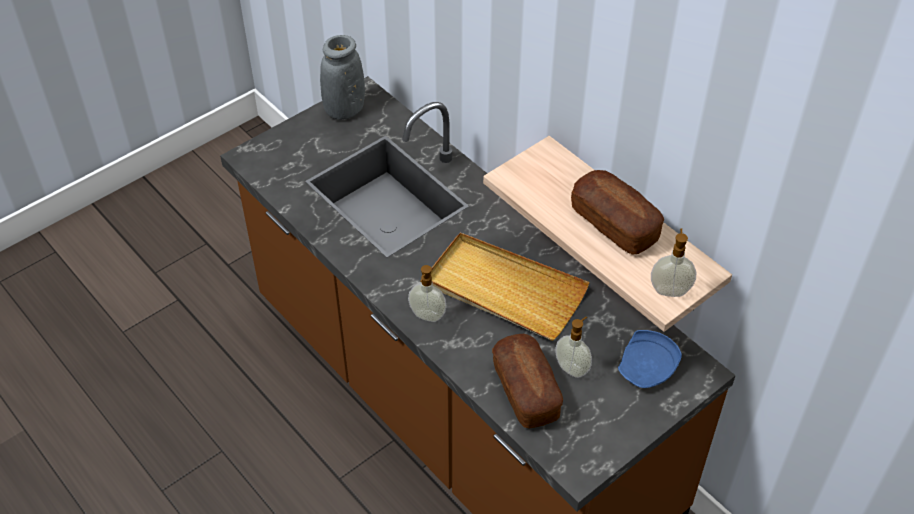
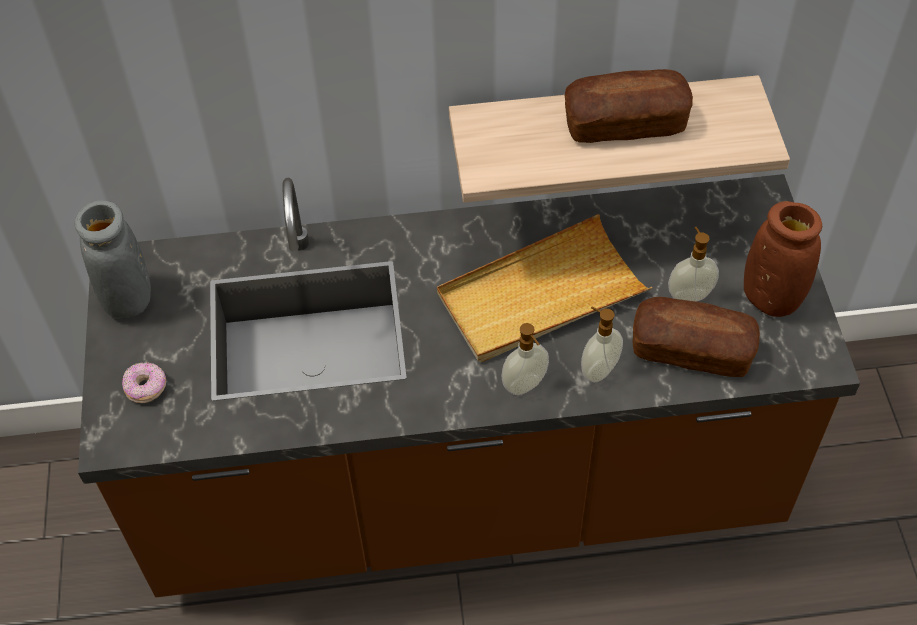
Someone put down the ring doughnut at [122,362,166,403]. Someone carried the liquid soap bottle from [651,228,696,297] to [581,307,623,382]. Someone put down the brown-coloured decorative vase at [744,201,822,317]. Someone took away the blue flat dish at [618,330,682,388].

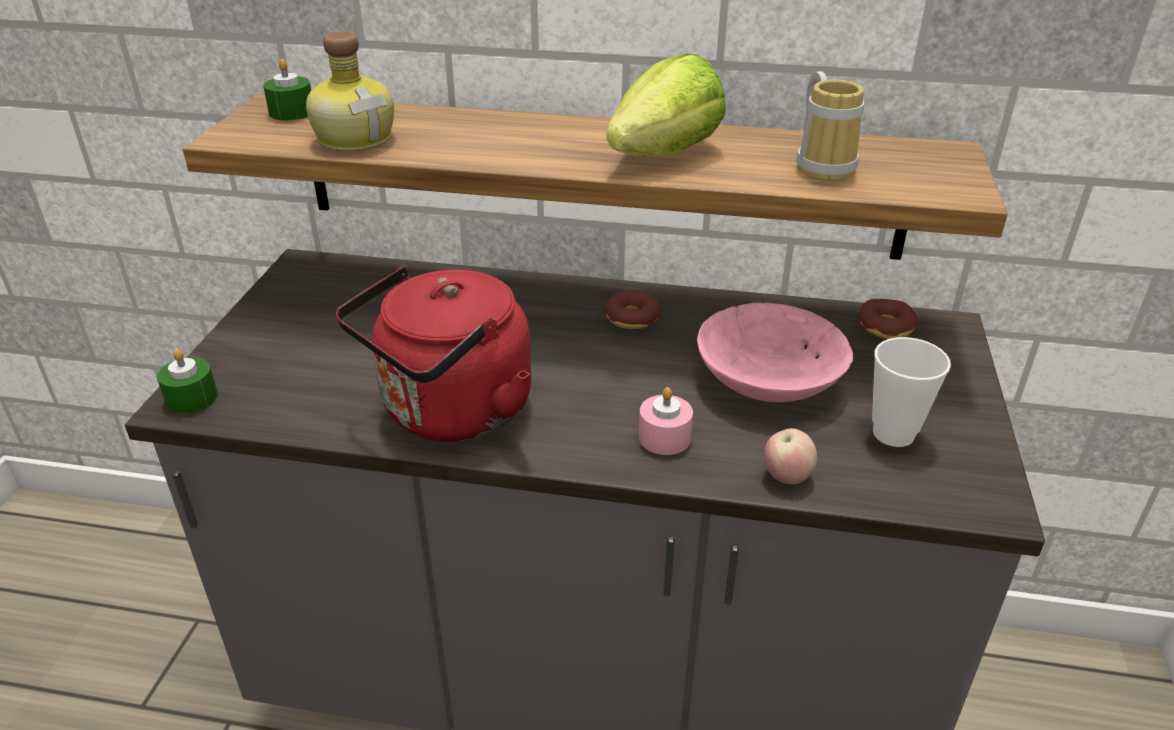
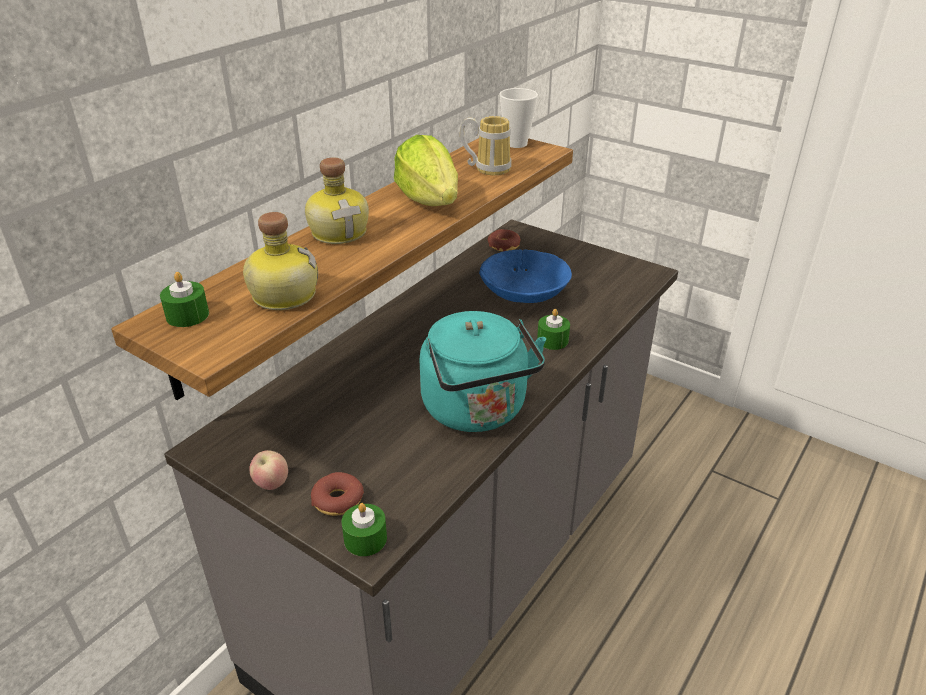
Someone carried the whole apple from [764,428,817,484] to [249,450,288,490]. Someone put down the beverage bottle at [305,157,369,244]. Someone carried the ring doughnut from [605,290,661,330] to [311,472,364,516]. Someone repainted the reddish tea kettle at [336,266,531,442], which became the turquoise-coloured tea kettle at [420,311,546,432]. Someone repainted the pink deep dish at [697,303,853,402], which became the blue deep dish at [479,249,572,303]. Someone carried the small cup from [872,337,951,447] to [499,88,538,148]. Someone repainted the pink wax candle at [639,387,693,455], which became the greenish wax candle at [537,309,570,350].

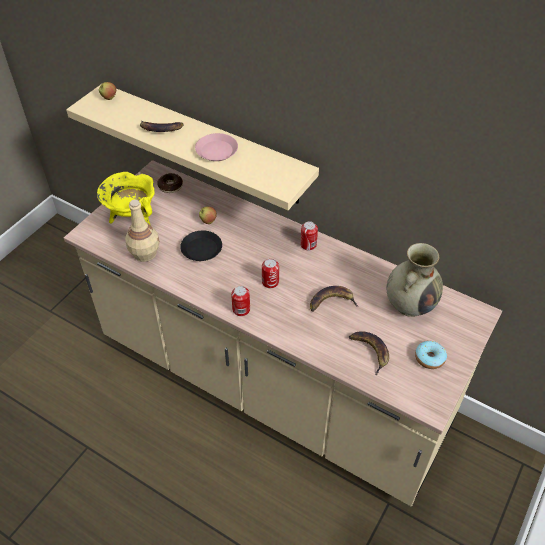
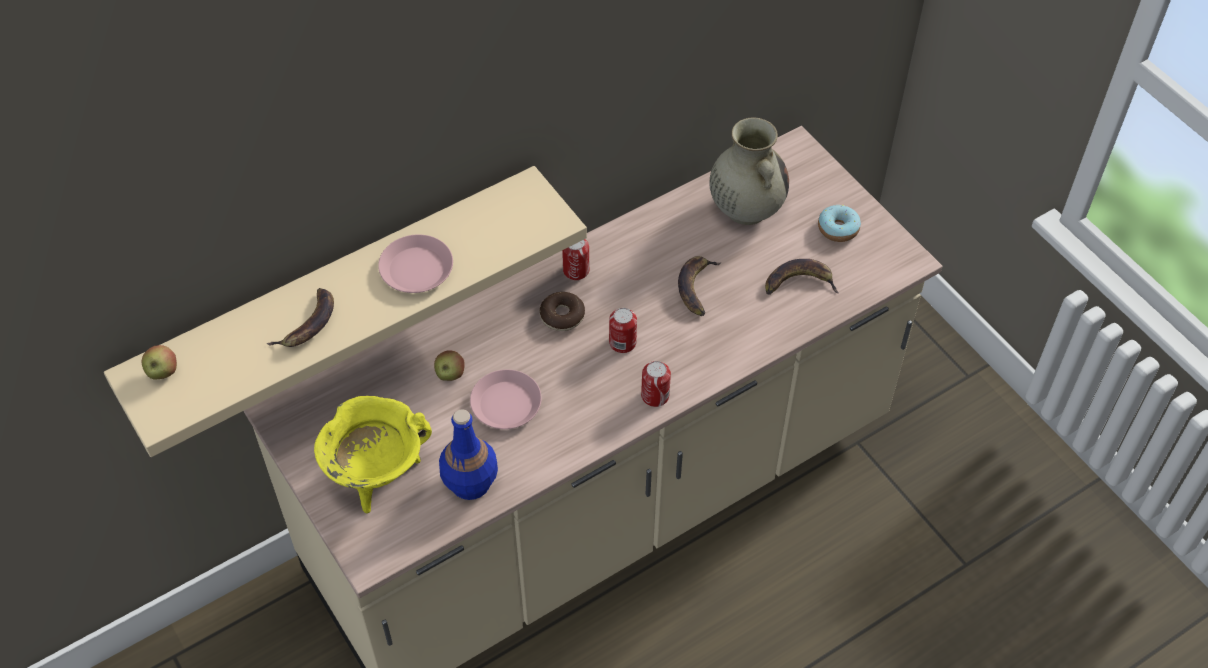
Someone repainted the beige-coloured beverage bottle at [125,199,160,262], which became the blue beverage bottle at [439,410,498,500]. Someone repainted the black-coloured flat dish at [180,231,222,261], which became the pink flat dish at [470,369,542,429]. Someone carried the ring doughnut from [157,173,183,193] to [540,292,585,331].

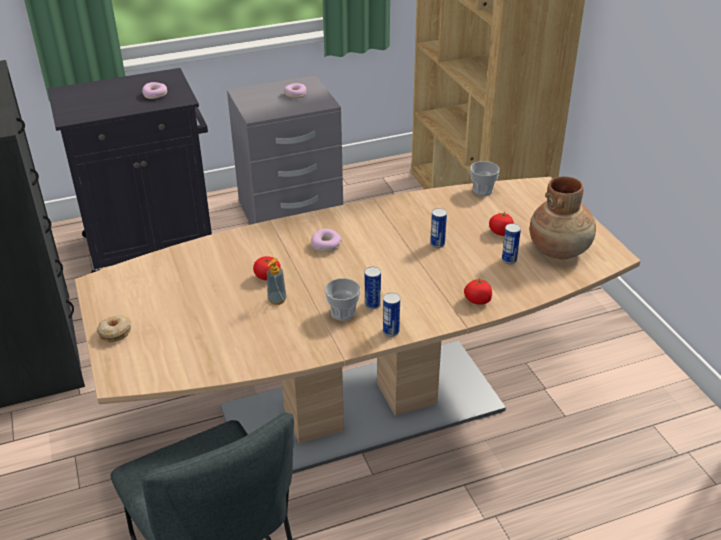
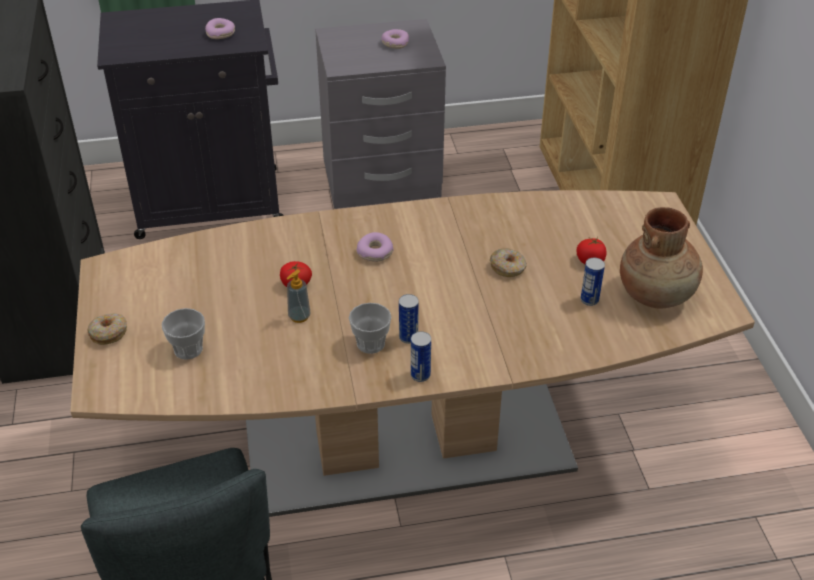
Someone carried the small cup from [470,161,500,196] to [162,308,205,360]. Someone swapped the metal can at [430,208,447,248] for the ring doughnut at [490,248,527,277]. Someone took away the tomato at [464,278,492,305].

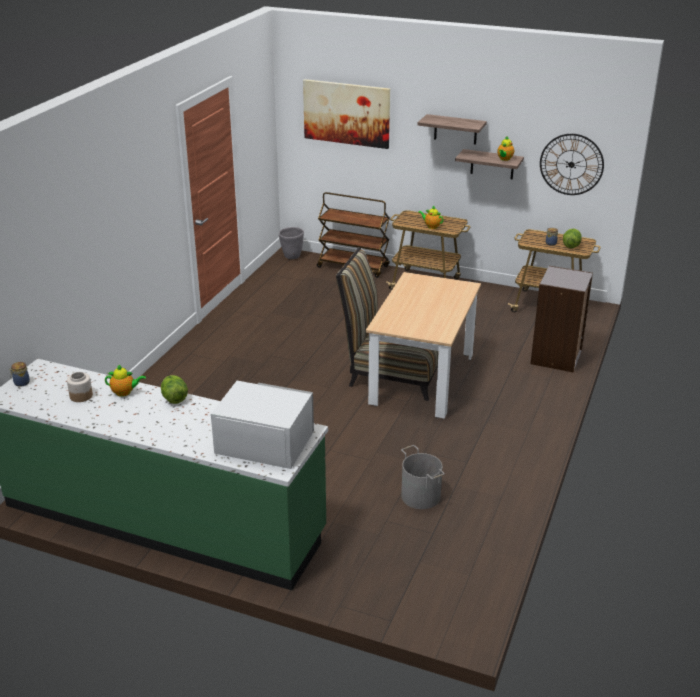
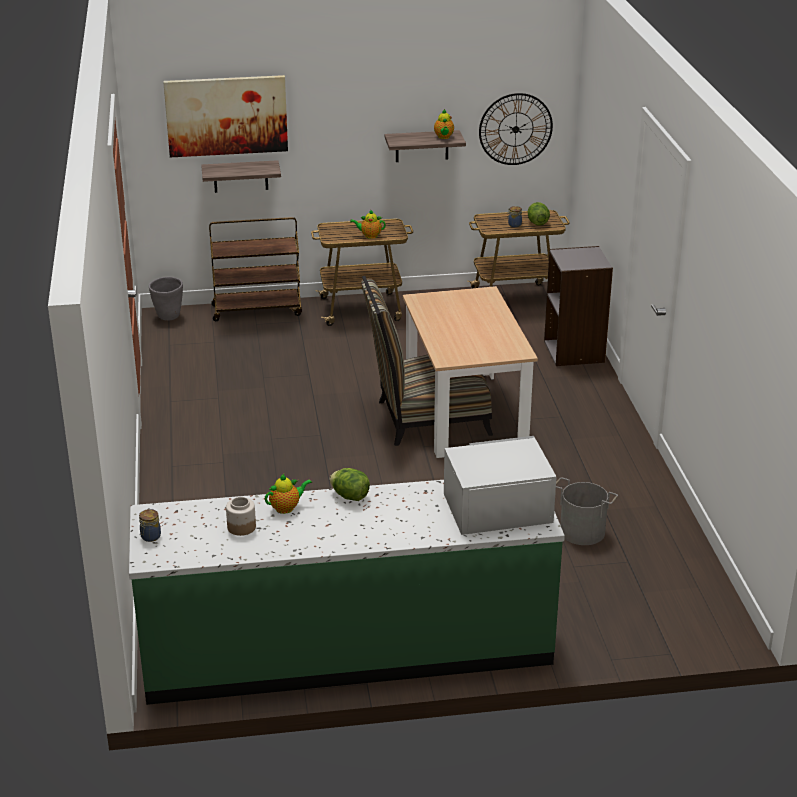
Someone carried the wall shelf from [418,114,487,145] to [201,160,281,193].

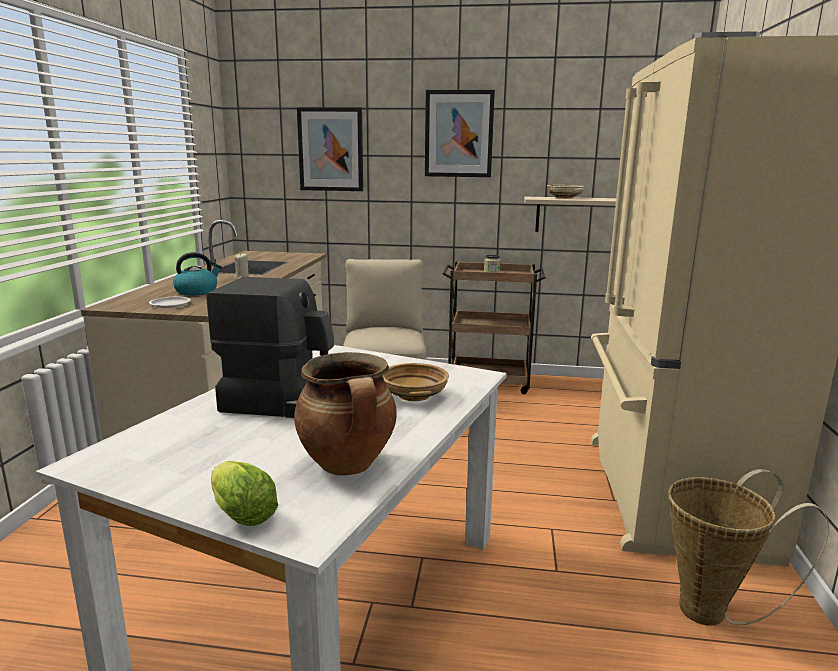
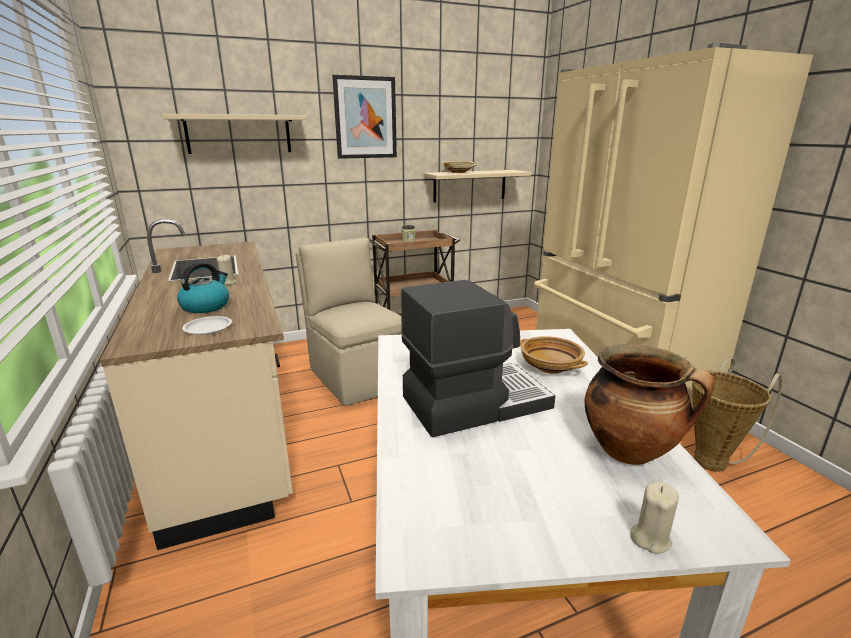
Someone swapped the wall picture at [297,107,363,191] for the beige-coloured wall shelf at [162,114,307,154]. Someone swapped the lettuce head at [211,461,278,526] for the beige-coloured wax candle at [630,481,679,554].

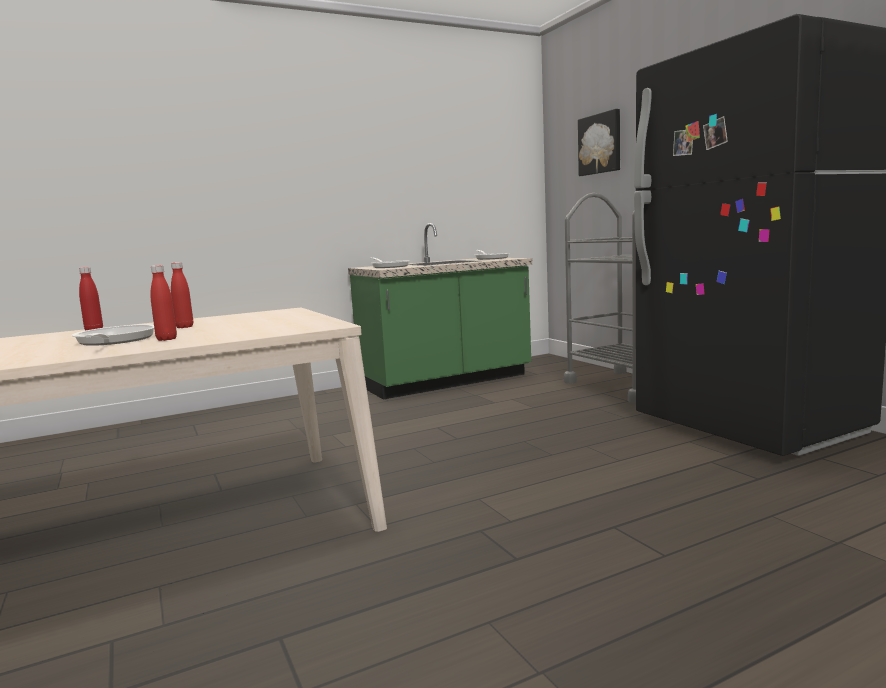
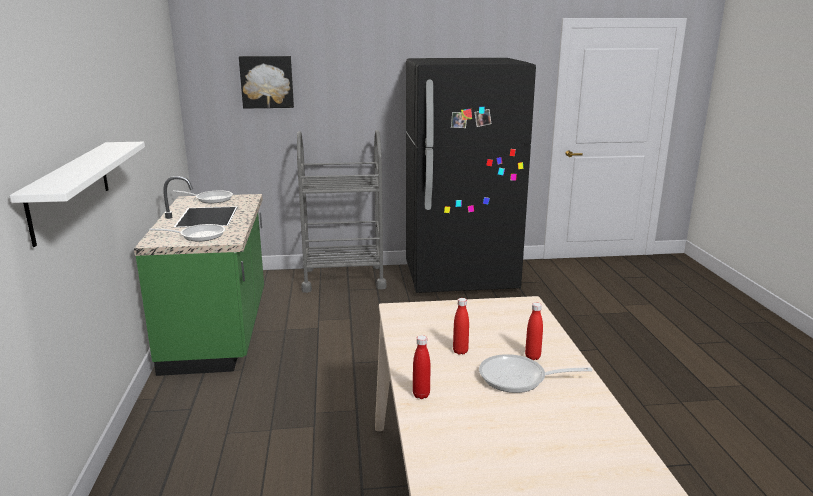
Someone put up the whitish wall shelf at [10,142,145,247].

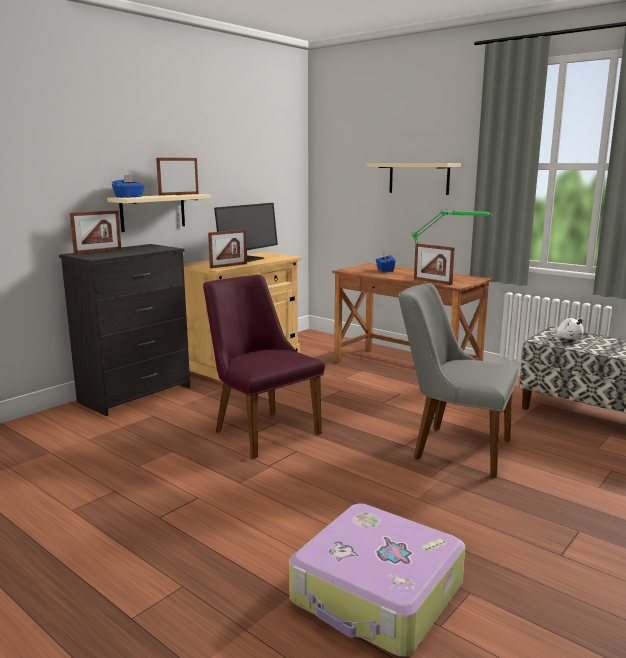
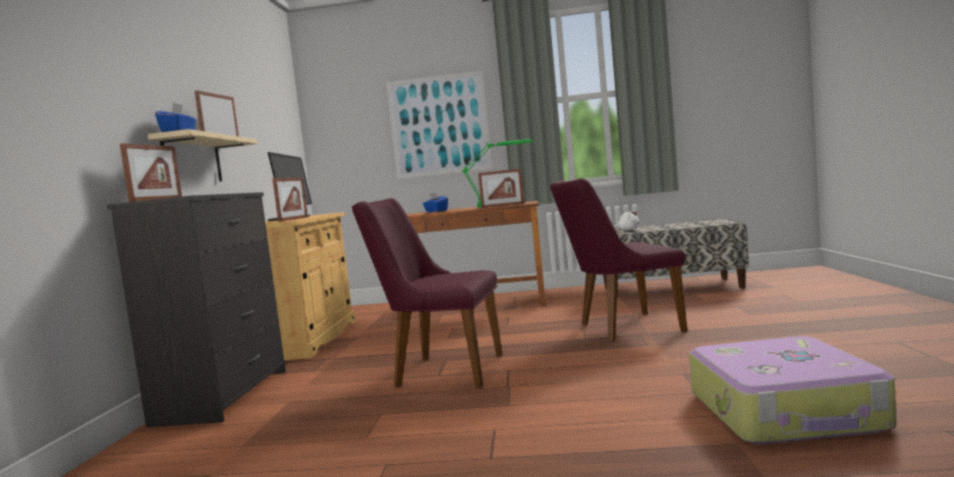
Someone swapped the beige-coloured wall shelf at [367,163,461,195] for the wall picture at [386,71,492,179]. Someone repainted the gray upright chair at [398,283,519,478], which became the purple-coloured upright chair at [550,178,687,341].

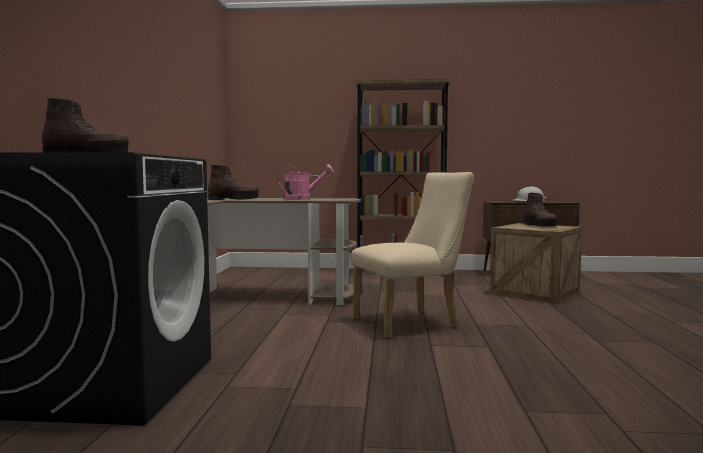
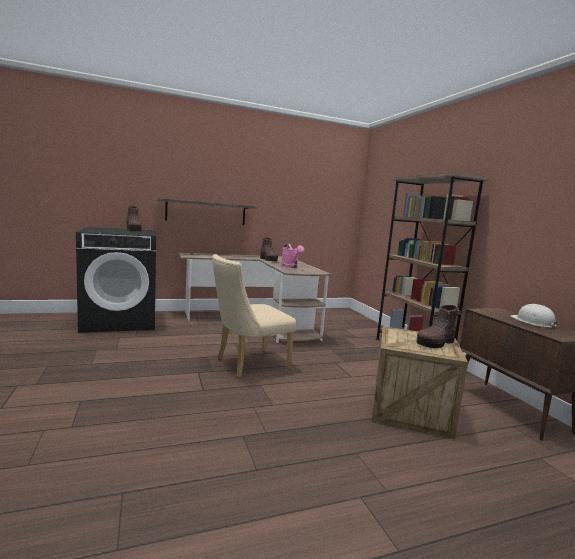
Someone put up the wall shelf at [157,198,257,225]. Someone rotated the beige-coloured upright chair at [351,172,474,339] by 105 degrees clockwise.

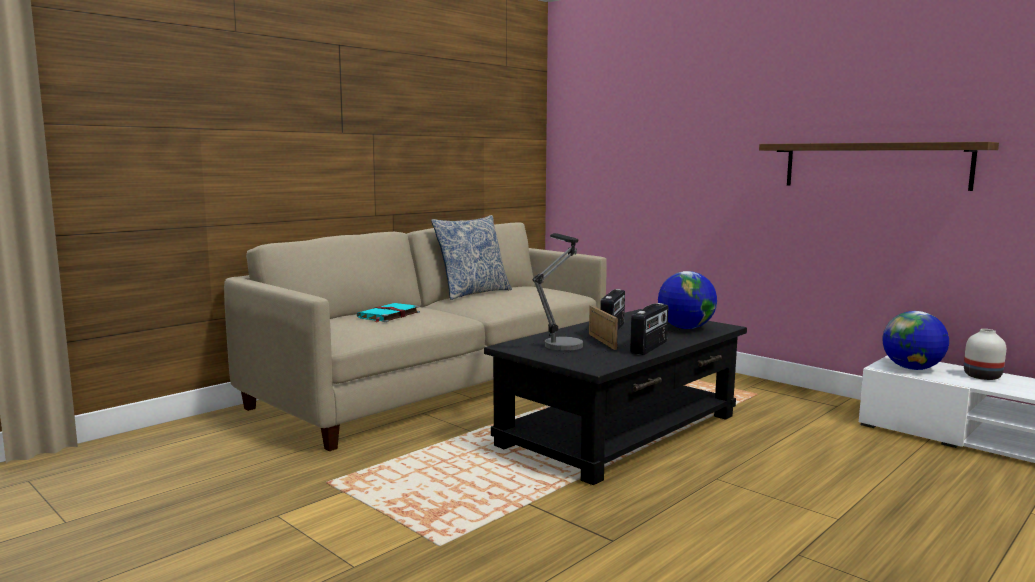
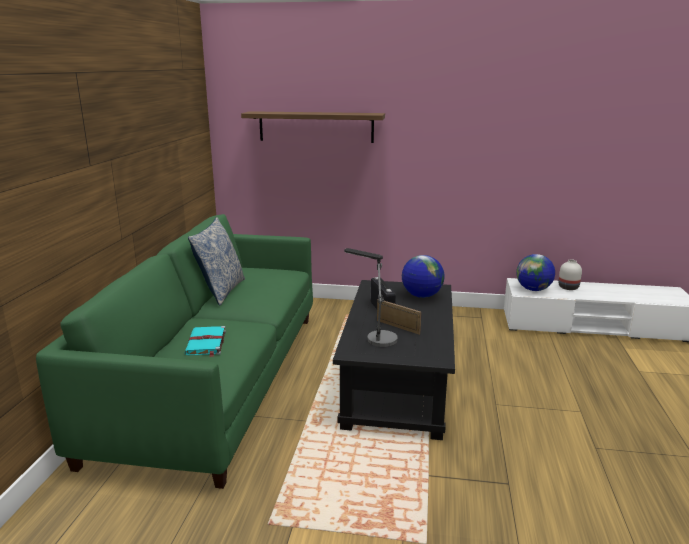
Someone repainted the beige-coloured settee at [224,222,607,451], which became the greenish settee at [36,214,313,489]. Someone carried the wall shelf from [759,142,999,191] to [241,111,385,143]. Someone took away the radio receiver at [630,303,668,355].

